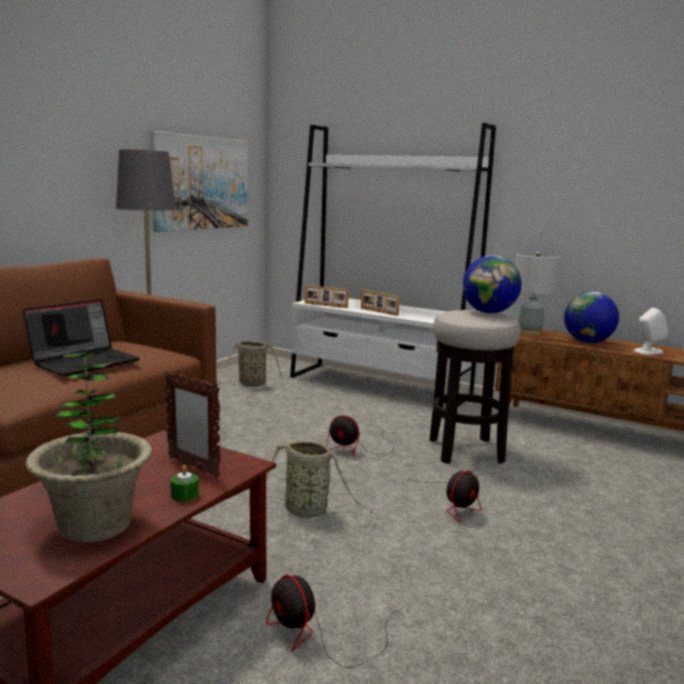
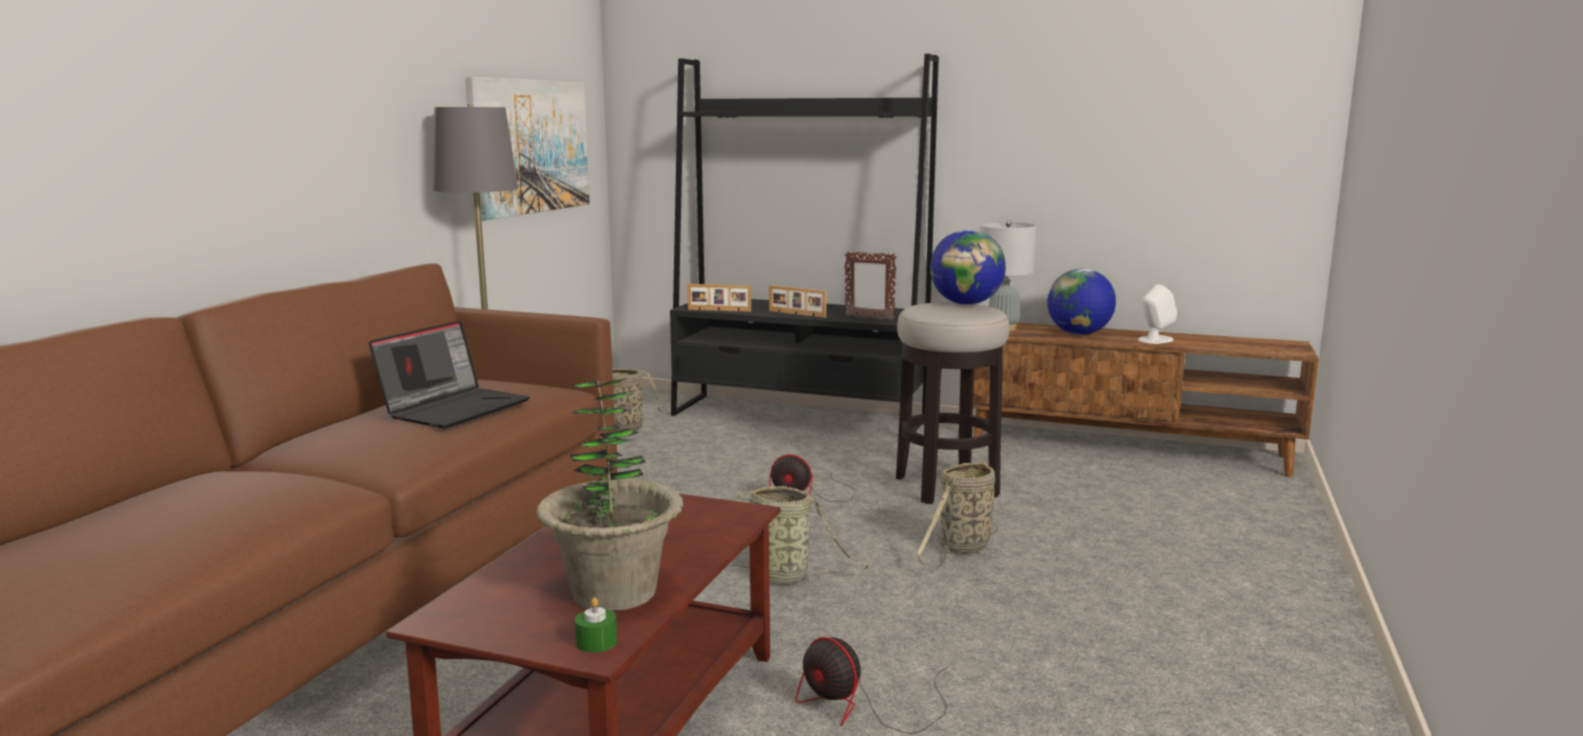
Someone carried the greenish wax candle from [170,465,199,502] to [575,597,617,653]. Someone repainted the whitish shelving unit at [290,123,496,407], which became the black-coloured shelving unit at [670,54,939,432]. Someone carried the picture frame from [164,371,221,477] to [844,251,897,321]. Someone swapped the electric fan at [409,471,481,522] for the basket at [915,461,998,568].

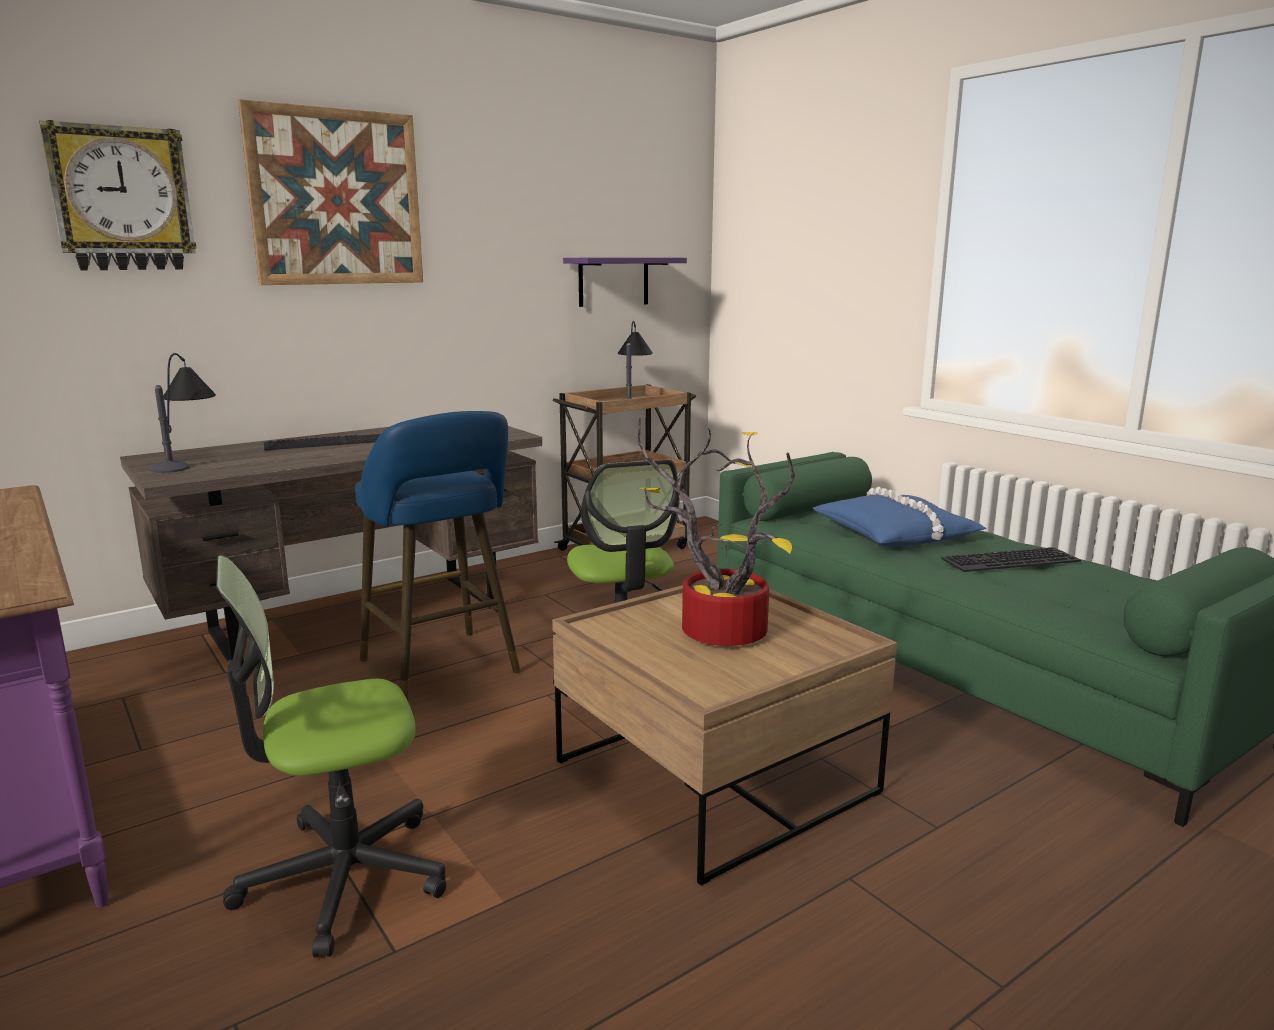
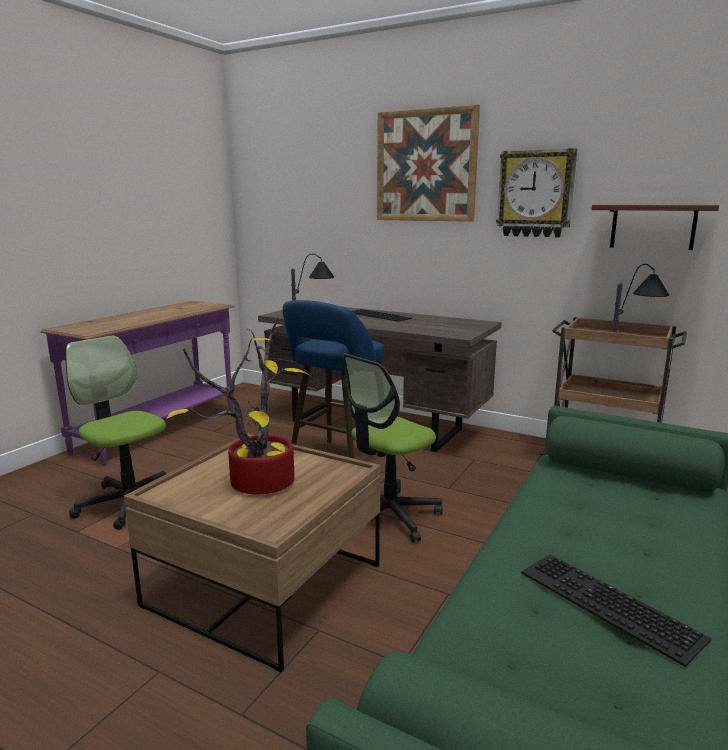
Someone carried the wall clock from [39,120,196,270] to [496,148,577,238]. Someone repainted the purple-coloured wall shelf at [563,257,687,307], which became the brown-coloured wall shelf at [591,205,719,250]. Someone took away the blue cushion at [813,487,986,546].

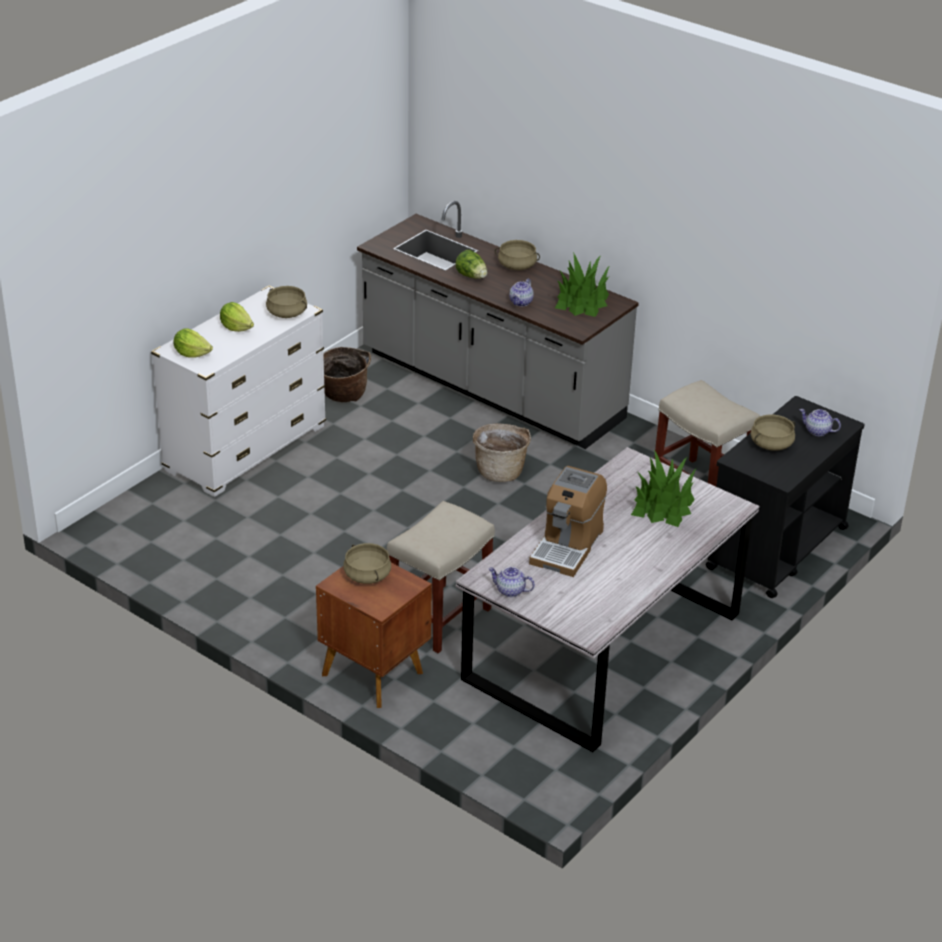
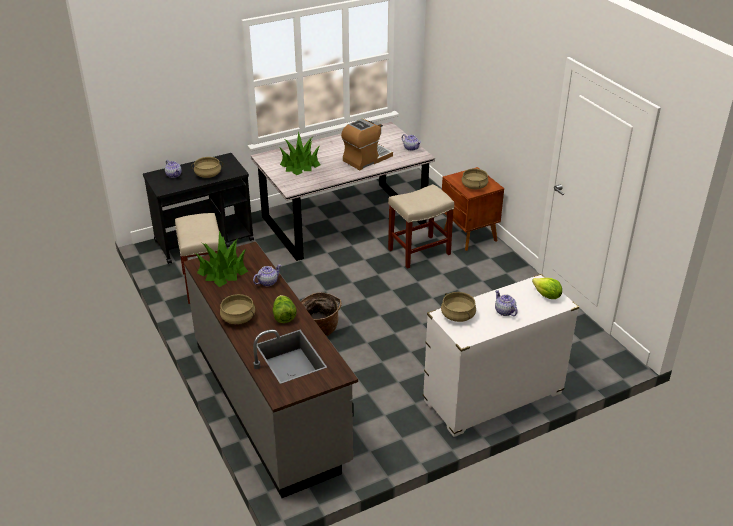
Someone swapped the lettuce head at [220,302,254,332] for the pot for tea at [495,290,517,316]. Someone took away the basket at [323,347,371,402].

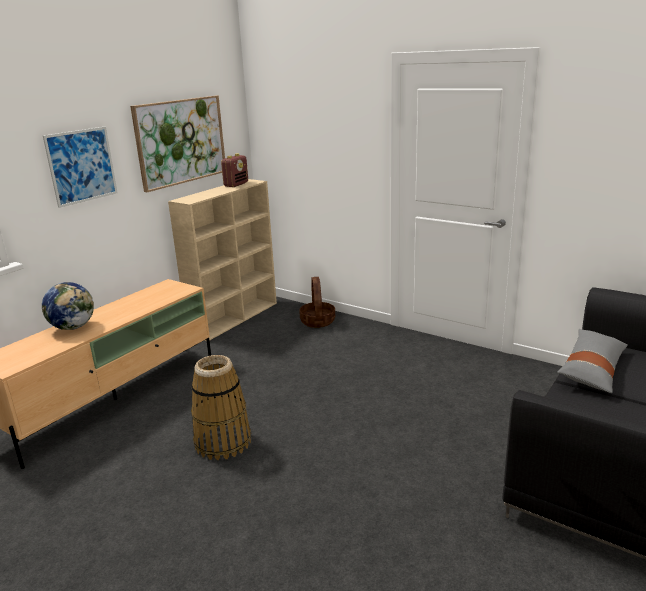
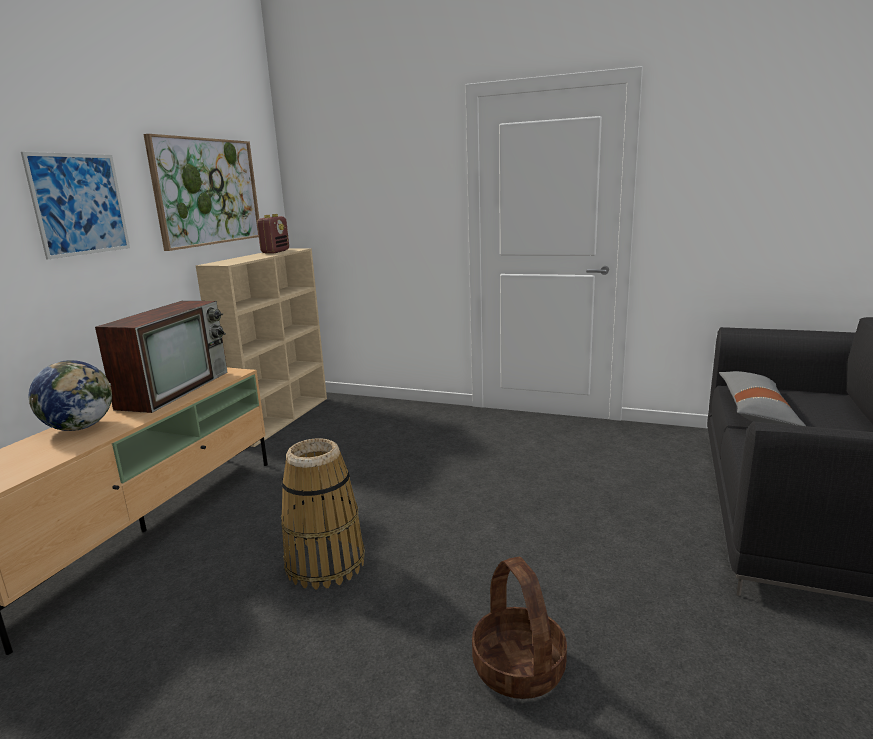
Someone put down the television at [95,301,228,413]. Someone carried the basket from [299,277,335,328] to [472,557,567,699].

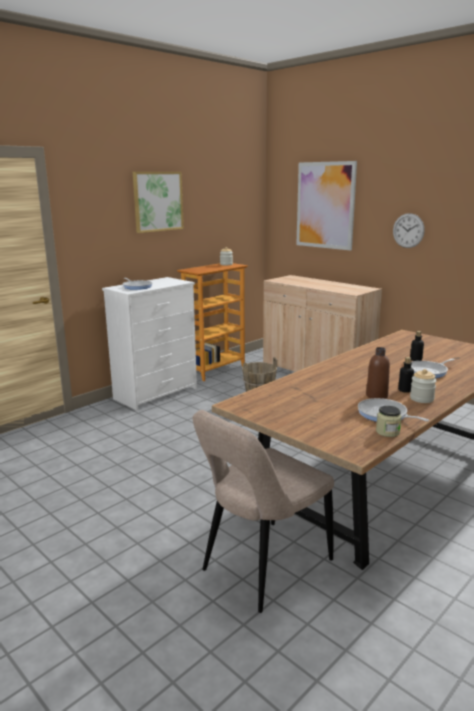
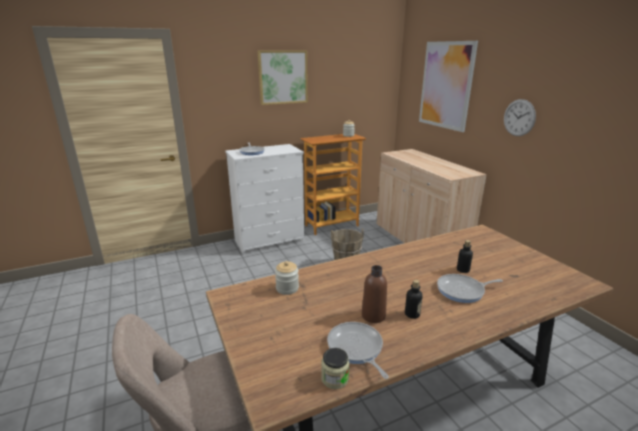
Someone carried the preserve jar from [410,369,437,403] to [275,261,299,295].

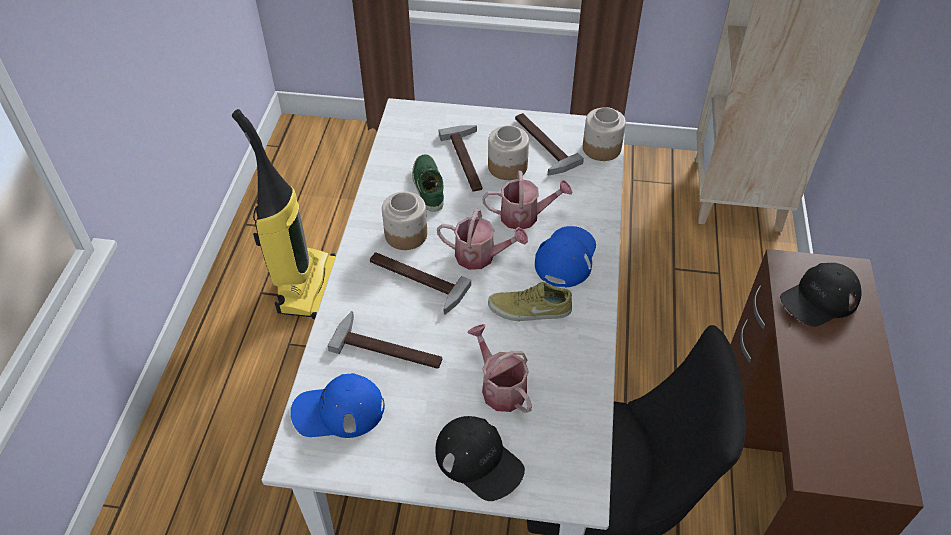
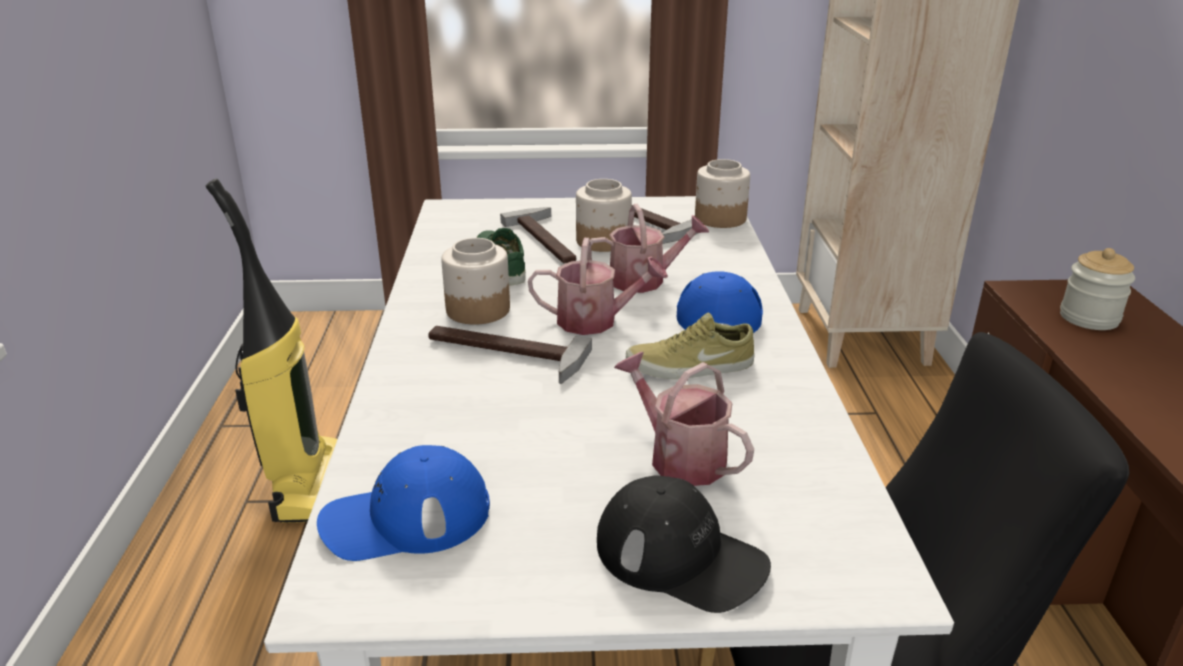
Someone swapped the black-coloured baseball cap at [780,263,862,327] for the preserve jar at [1060,248,1135,330]. Someone took away the hammer at [327,311,442,369].

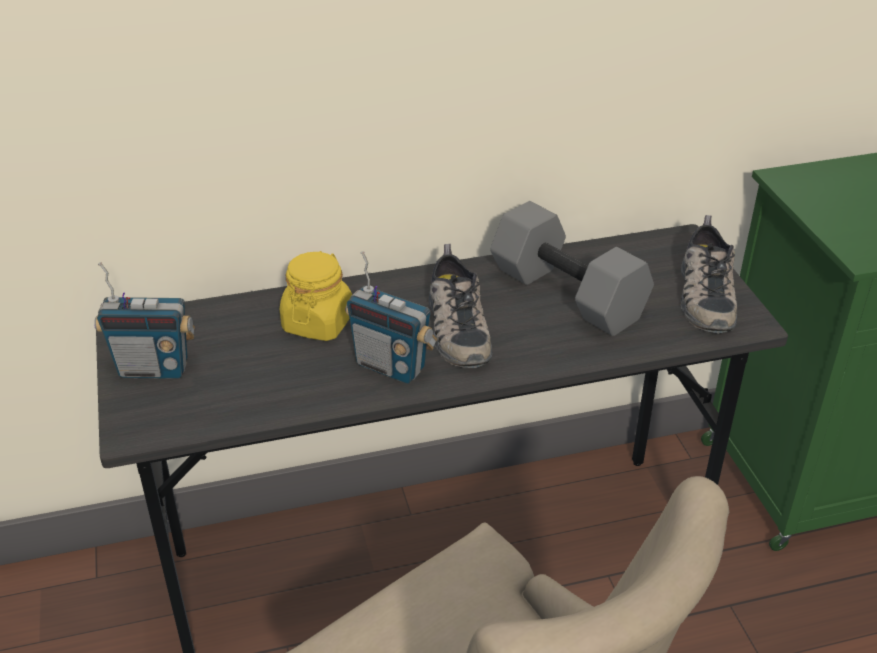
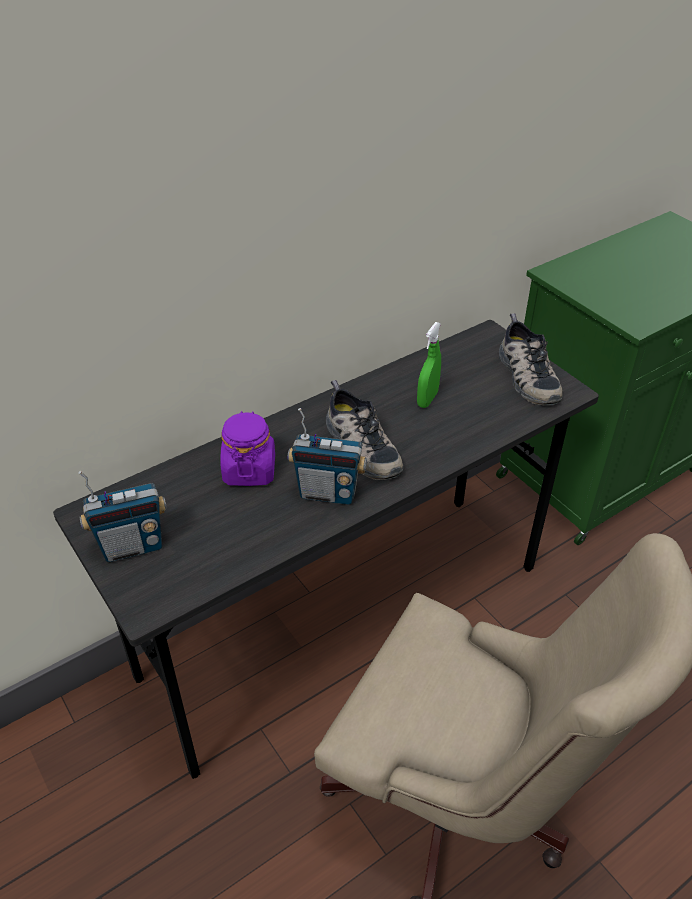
Someone repainted the yellow-coloured preserve jar at [280,251,352,341], which became the purple-coloured preserve jar at [220,411,275,486]. Someone swapped the gray free weight at [490,201,654,336] for the greenish sprayer at [417,322,441,408].

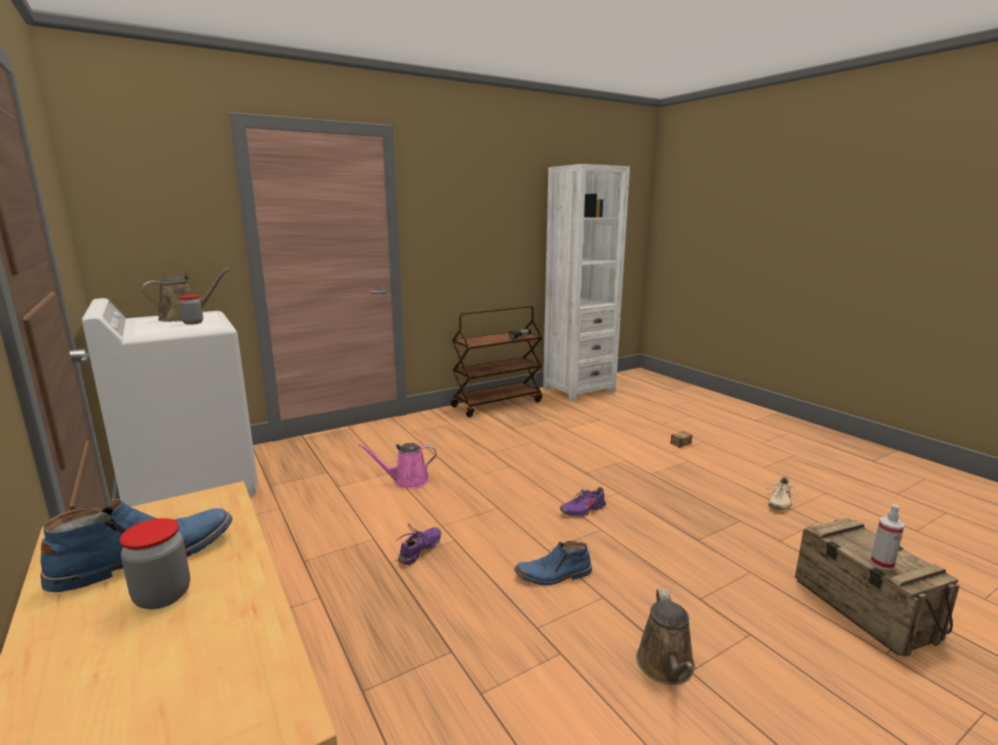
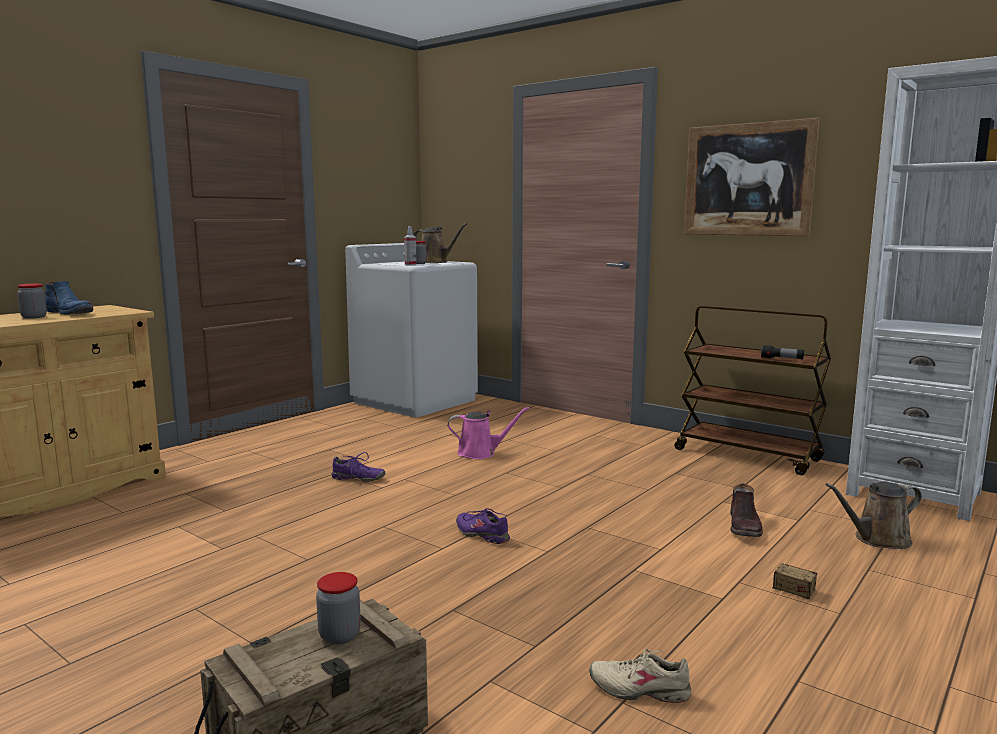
Someone put down the preserve jar at [316,572,361,644]. Someone carried the sprayer from [871,504,904,570] to [404,226,417,266]. Someone rotated the pink sprinkling can at [358,443,436,488] by 120 degrees clockwise. Someone put up the wall picture at [684,118,820,236]. Someone put down the brown-coloured high-top boot at [730,483,763,537]. Someone carried the brown-coloured sprinkling can from [636,589,695,685] to [826,482,922,549]. Someone took away the blue high-top boot at [514,541,592,585].

